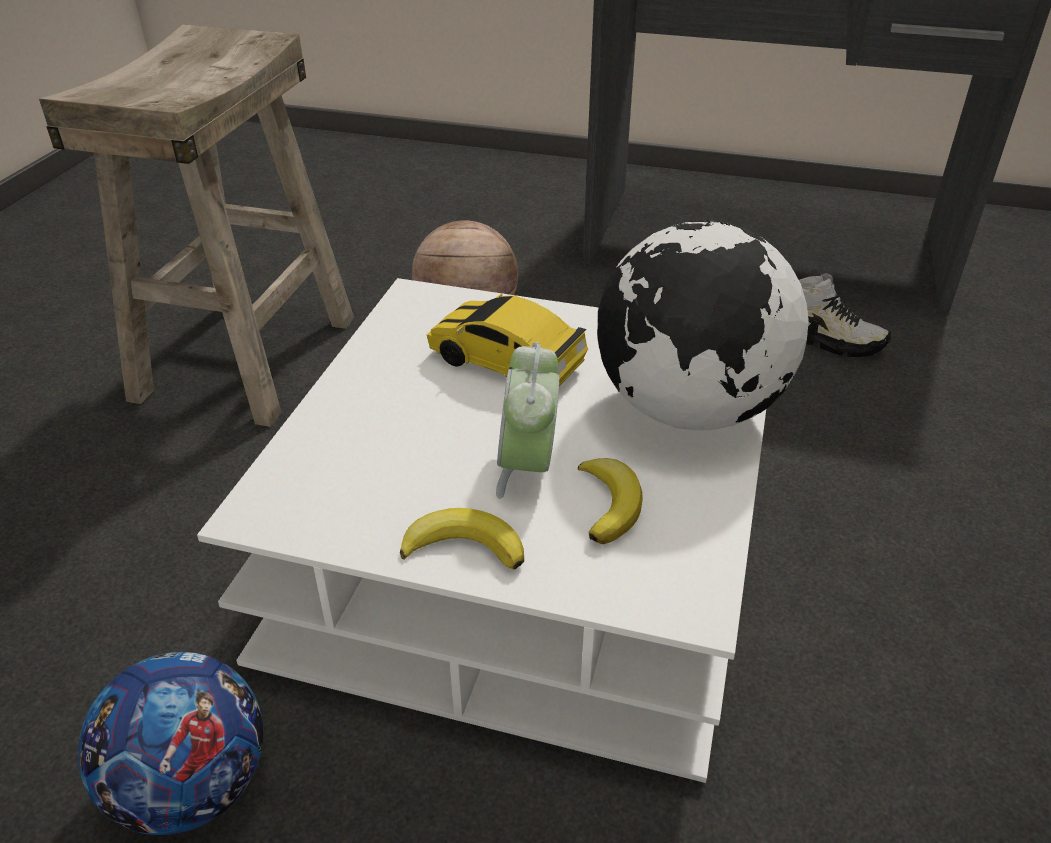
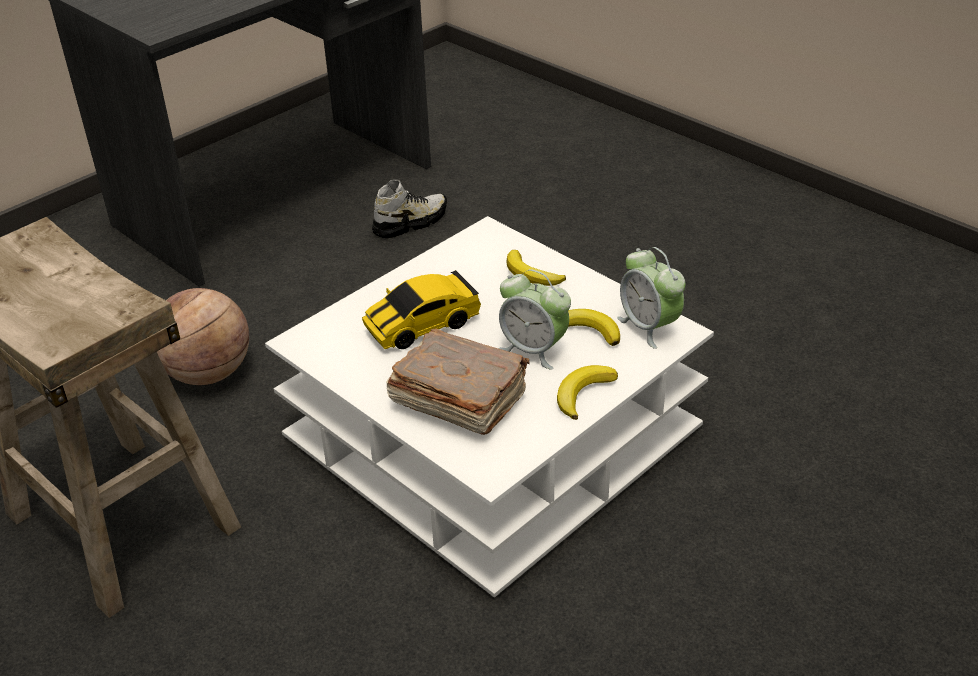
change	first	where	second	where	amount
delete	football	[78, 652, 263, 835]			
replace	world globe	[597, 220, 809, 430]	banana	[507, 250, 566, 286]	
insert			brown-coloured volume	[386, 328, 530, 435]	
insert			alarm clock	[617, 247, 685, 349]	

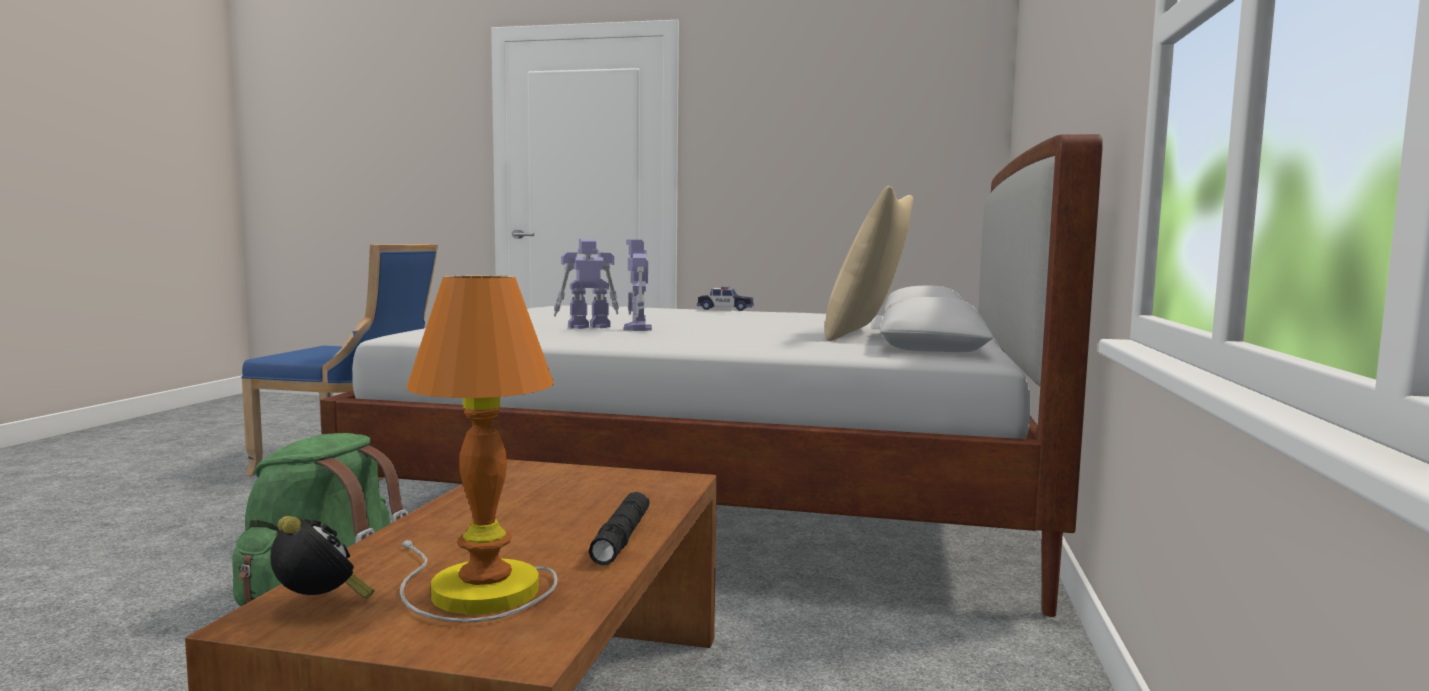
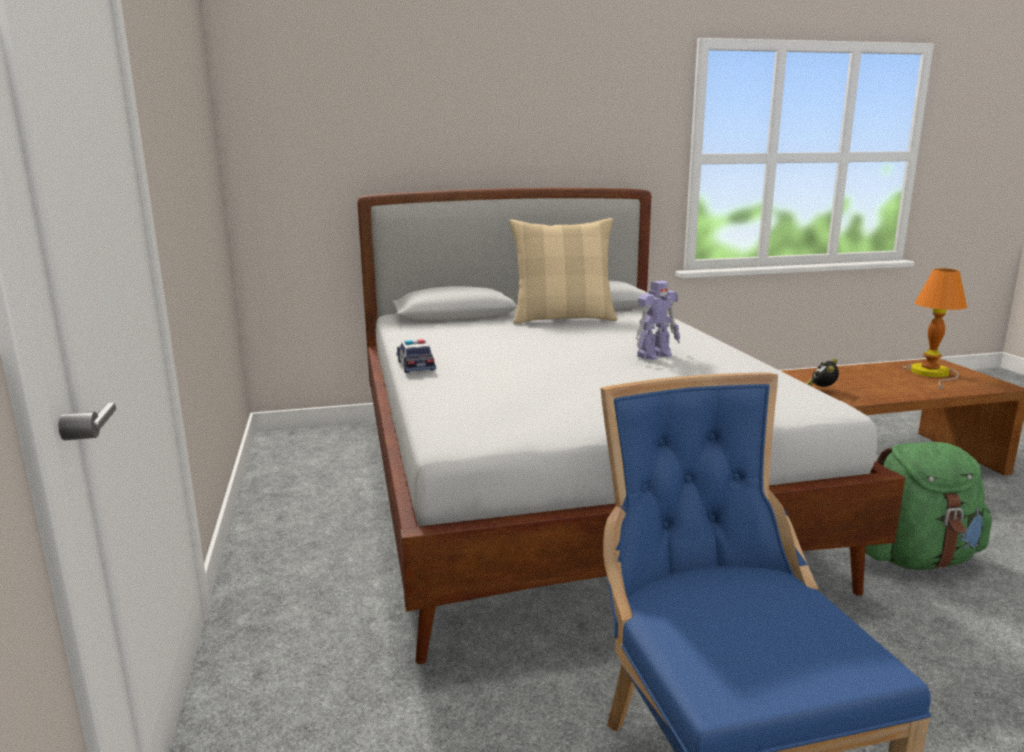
change	first	where	second	where	amount
move	alarm clock	[270, 516, 375, 599]		[806, 359, 839, 387]	
delete	robot figure	[554, 239, 619, 329]			
delete	black flashlight	[589, 492, 650, 565]			

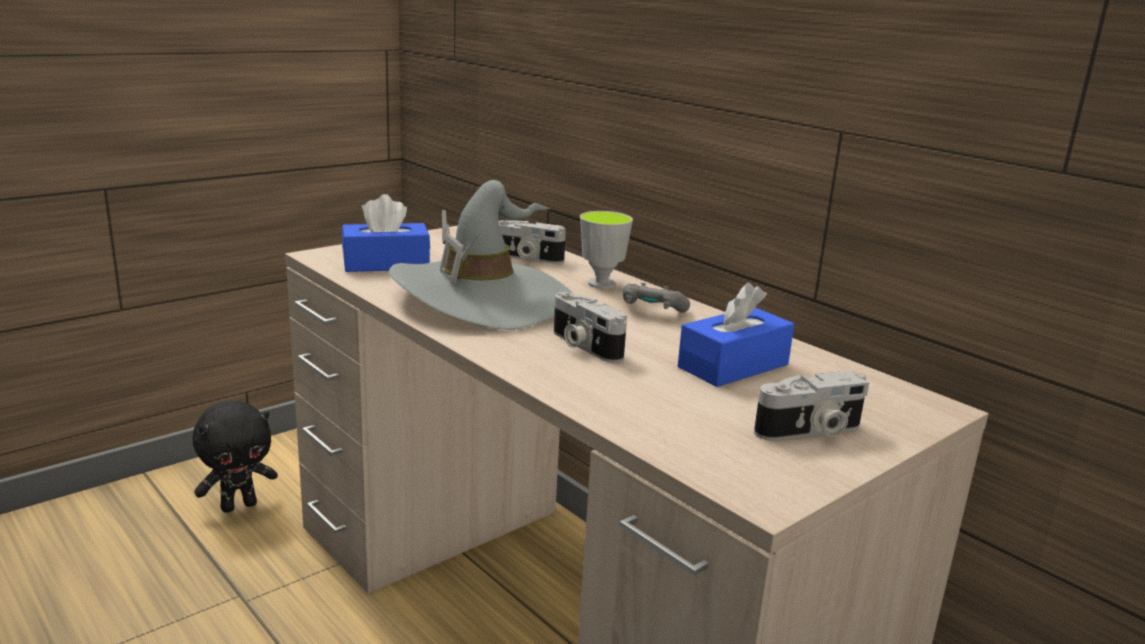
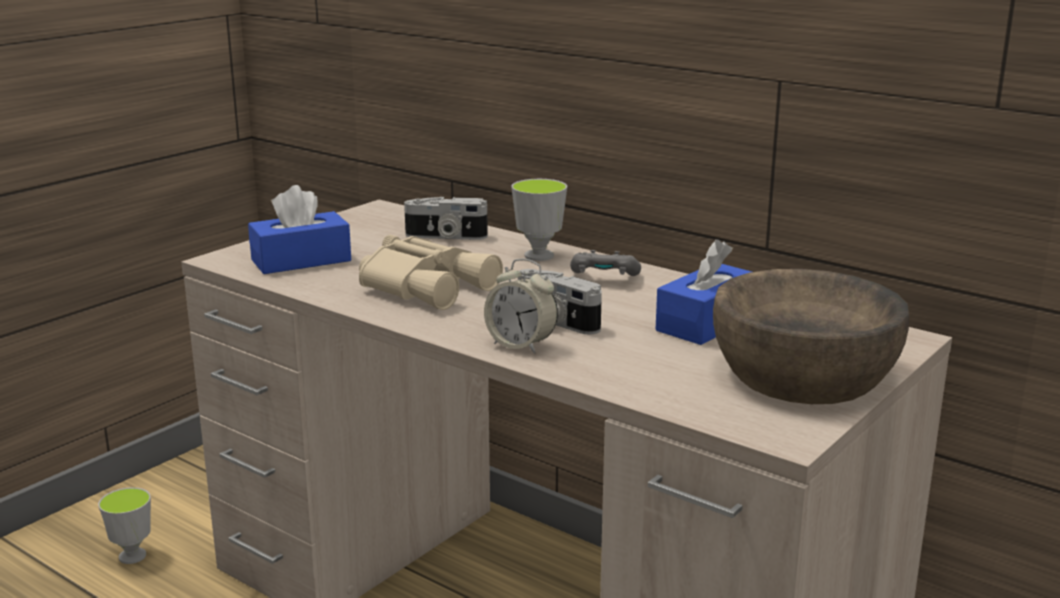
change	first	where	second	where	amount
replace	black plush toy	[193, 401, 278, 513]	small cup	[98, 487, 151, 564]	
replace	greyish hat	[389, 180, 573, 330]	beige pair of binoculars	[359, 235, 503, 310]	
replace	photo camera	[754, 371, 869, 441]	brown-coloured bowl	[713, 269, 909, 404]	
insert			alarm clock	[484, 259, 558, 354]	

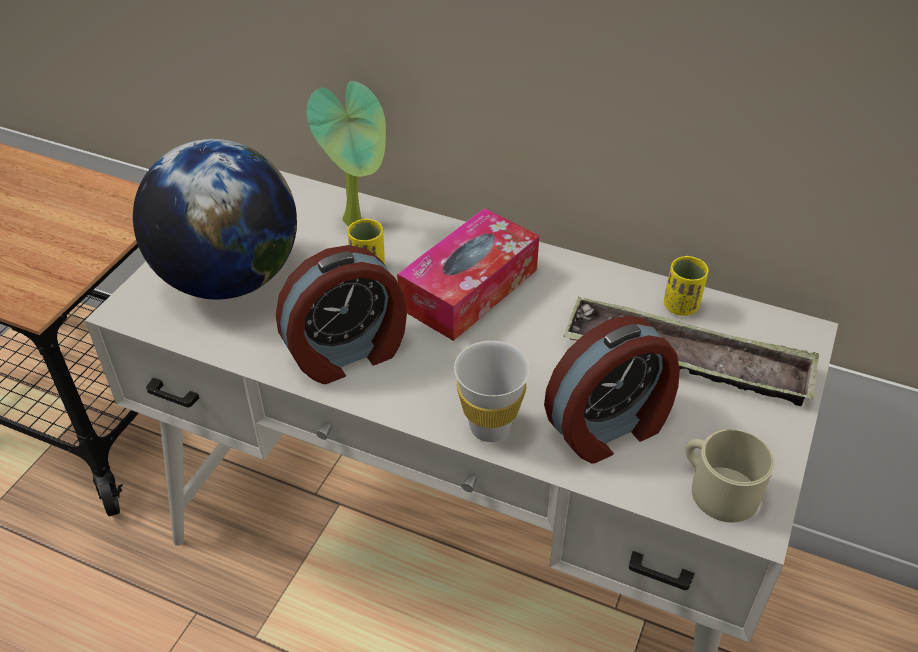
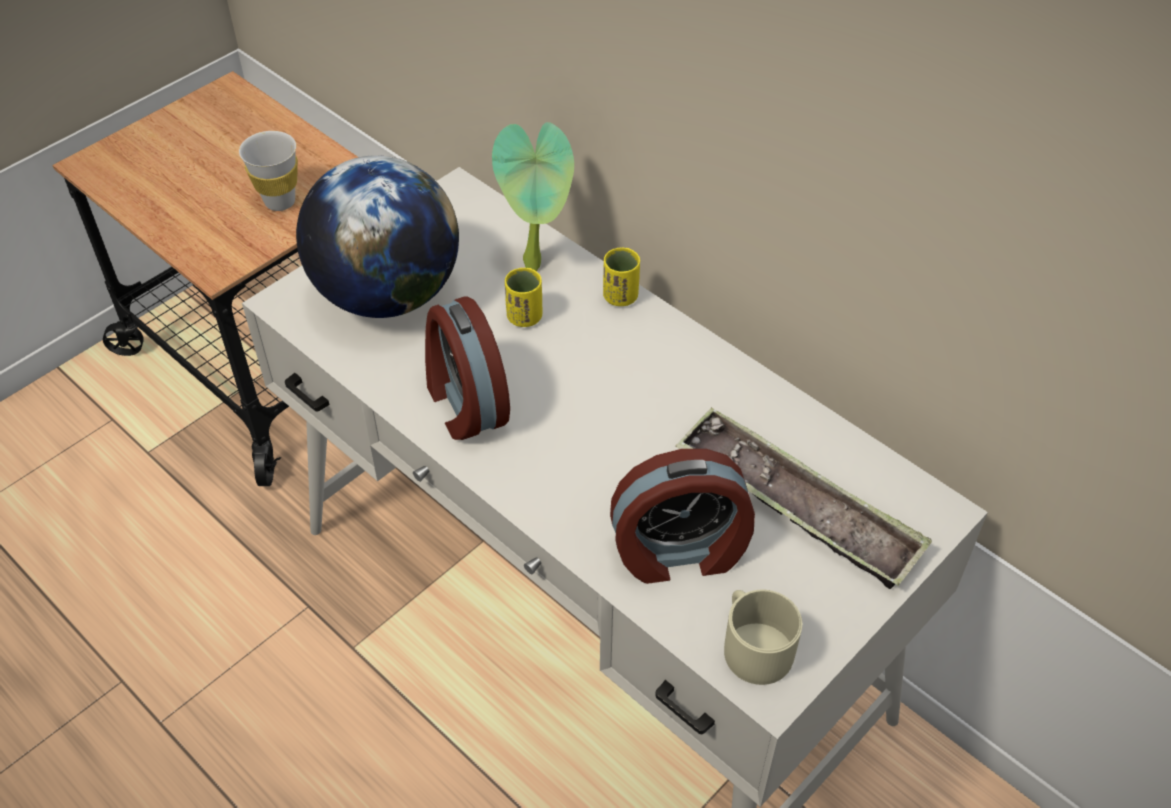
change	first	where	second	where	amount
rotate	alarm clock	[276, 245, 407, 384]		[425, 296, 510, 440]	75 degrees clockwise
delete	tissue holder	[397, 208, 539, 341]			
move	whitish small cup	[454, 341, 530, 442]		[239, 131, 298, 211]	
move	yellow-coloured small cup	[664, 256, 708, 316]		[603, 248, 640, 306]	

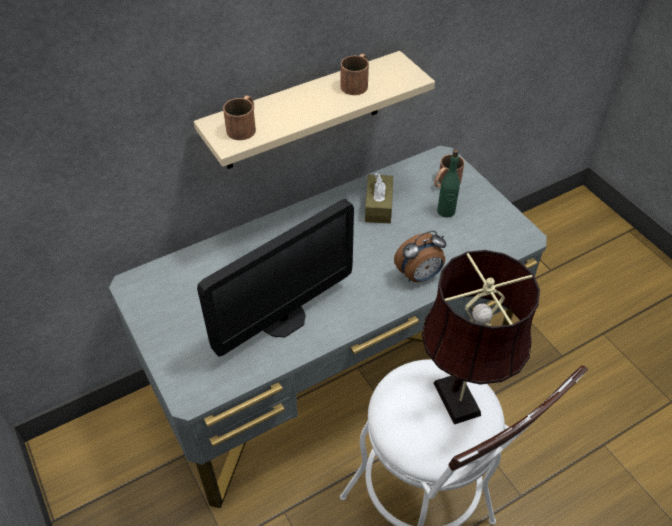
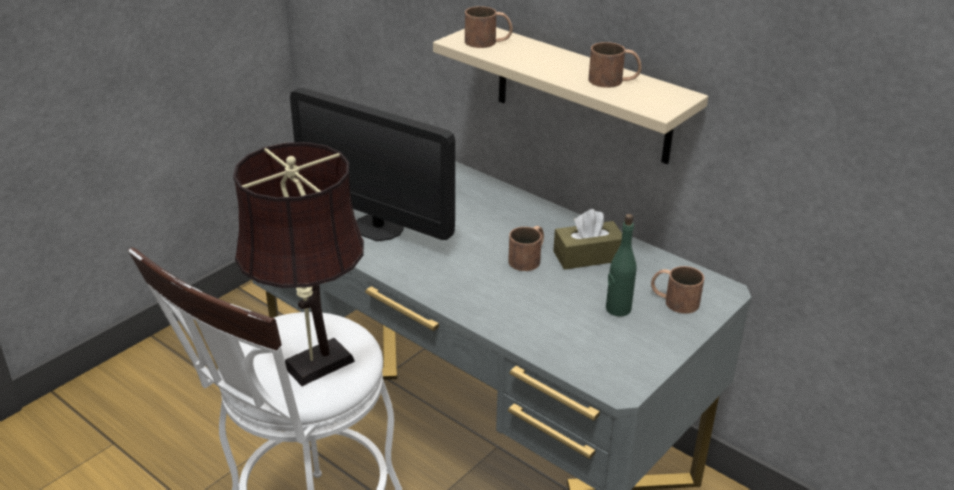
change	first	where	second	where	amount
delete	alarm clock	[394, 231, 446, 282]			
insert			brown-coloured mug	[508, 226, 544, 271]	

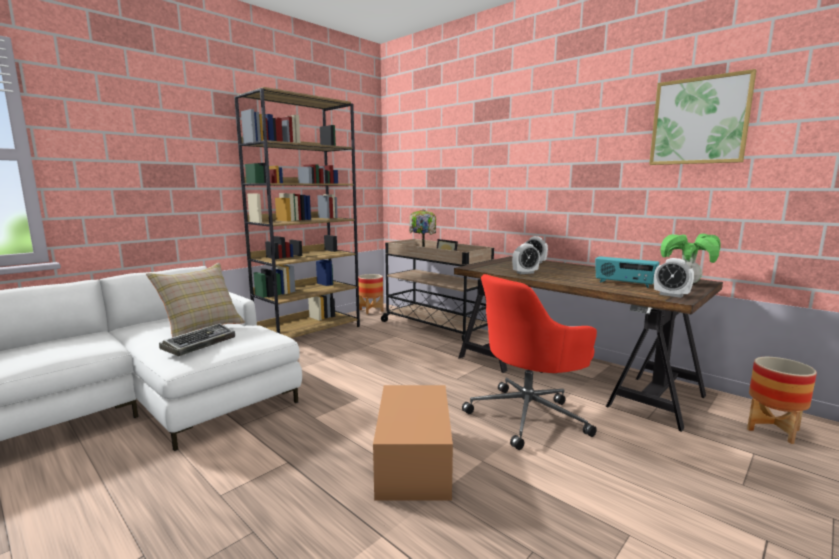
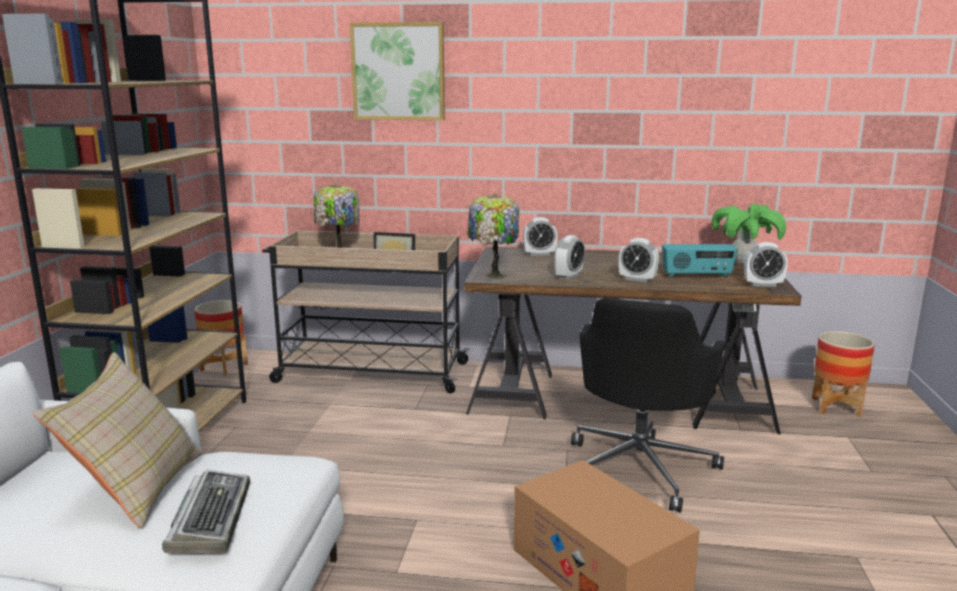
change	first	where	second	where	amount
recolor	red office chair	[462, 274, 597, 450]	black office chair	[571, 297, 727, 513]	
move	picture	[649, 69, 757, 165]		[349, 22, 445, 120]	
insert			table lamp	[467, 194, 519, 279]	
insert			alarm clock	[619, 238, 659, 283]	

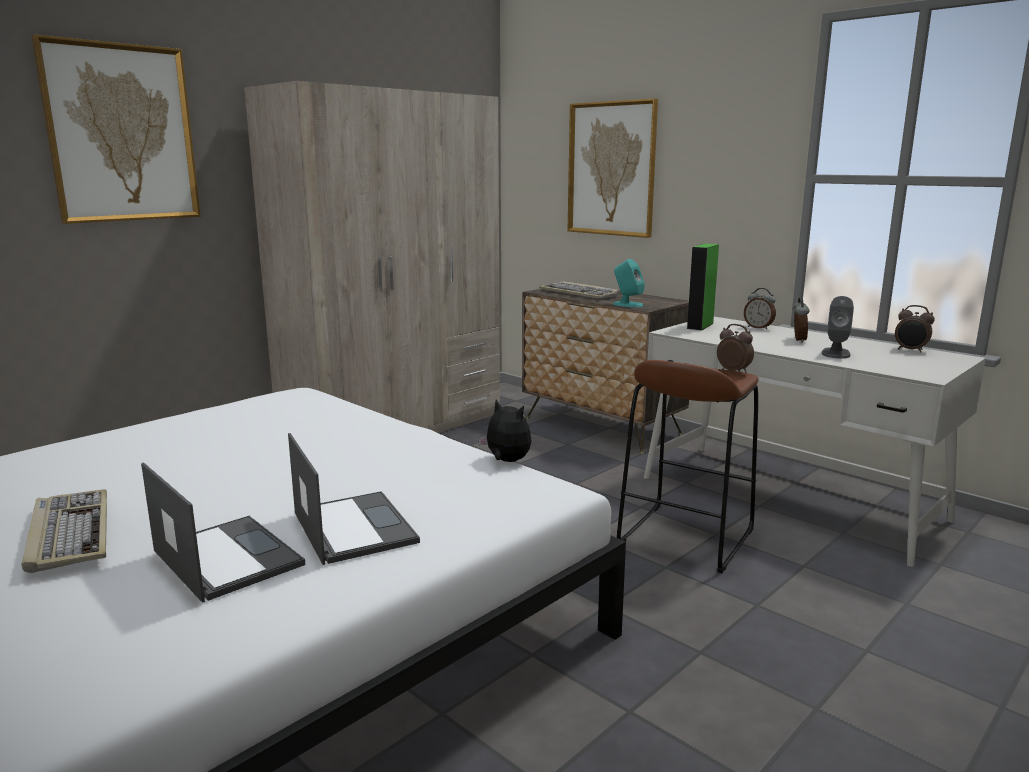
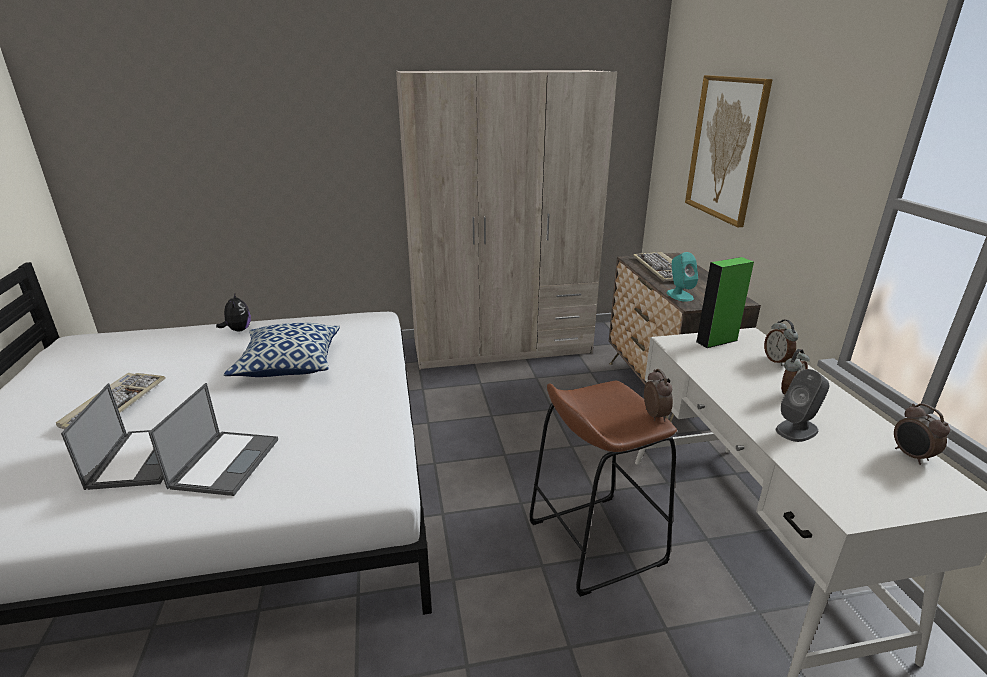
change	first	where	second	where	amount
delete	picture	[31, 34, 201, 224]			
move	plush toy	[478, 400, 531, 462]		[216, 293, 251, 332]	
insert			cushion	[224, 323, 340, 377]	

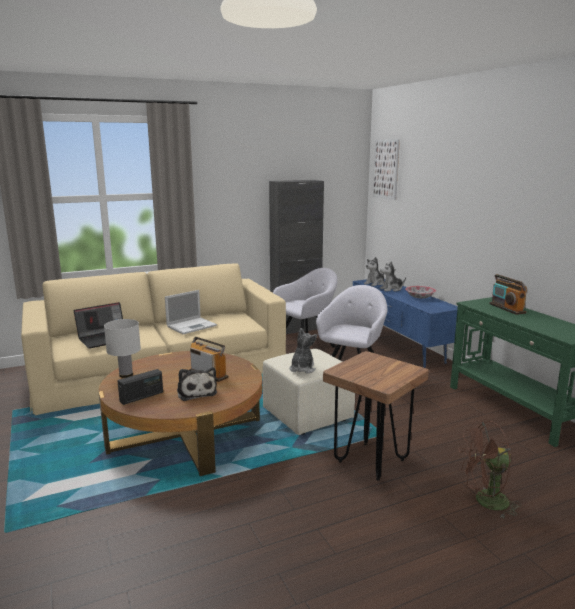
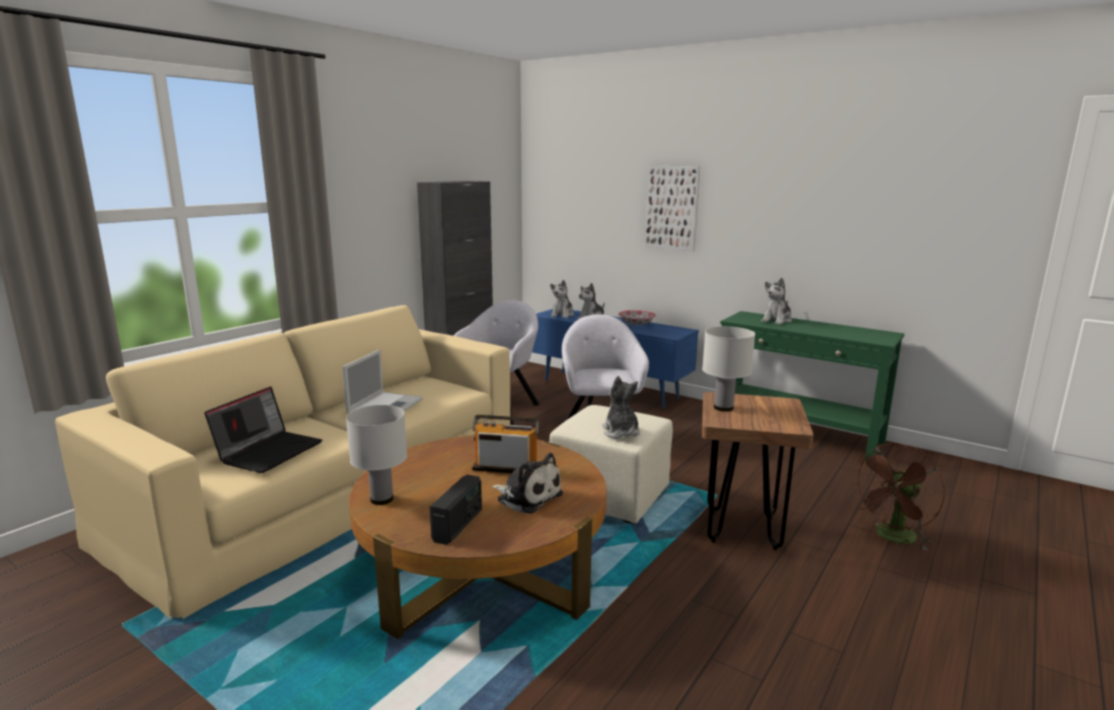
change	first	where	second	where	amount
move	picture	[373, 139, 400, 200]		[645, 166, 700, 252]	
replace	radio receiver	[489, 274, 527, 315]	plush toy	[761, 278, 792, 325]	
insert			whitish table lamp	[702, 326, 755, 412]	

